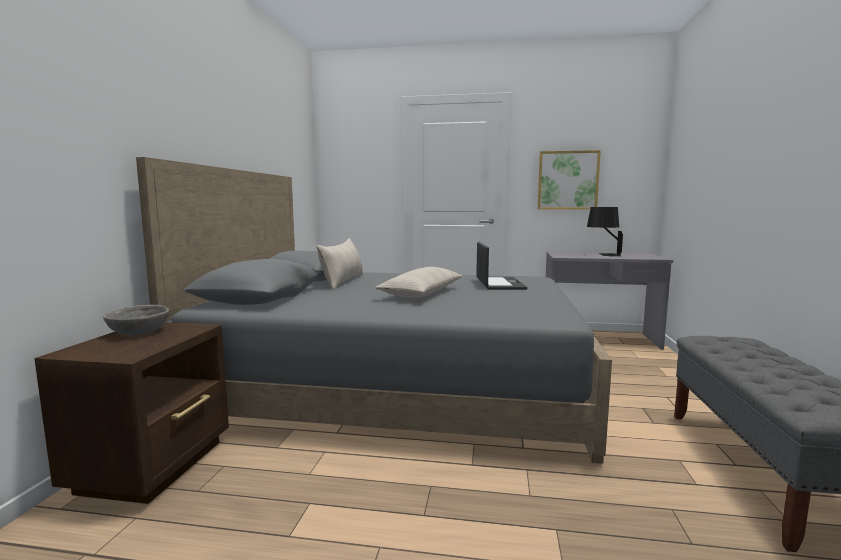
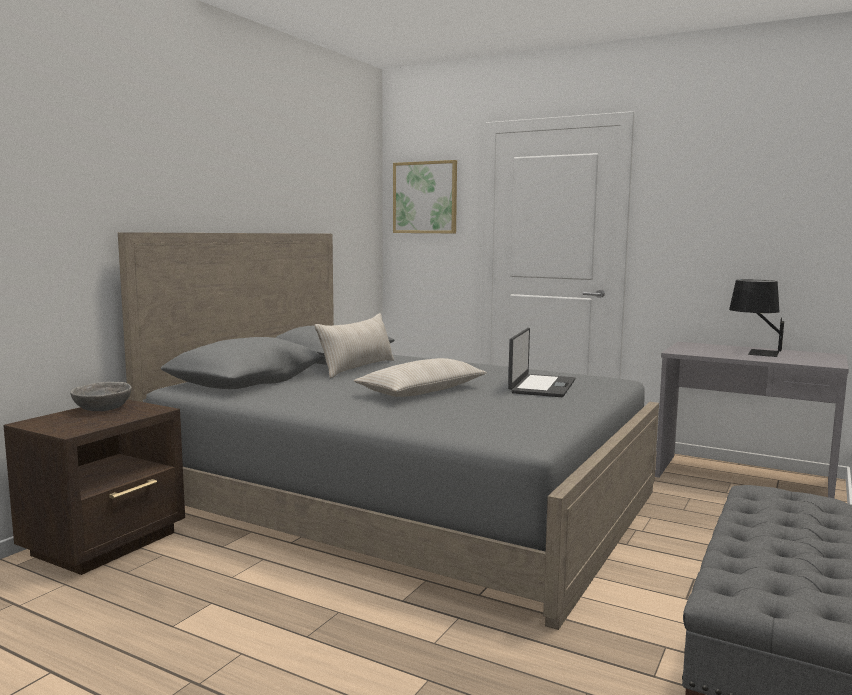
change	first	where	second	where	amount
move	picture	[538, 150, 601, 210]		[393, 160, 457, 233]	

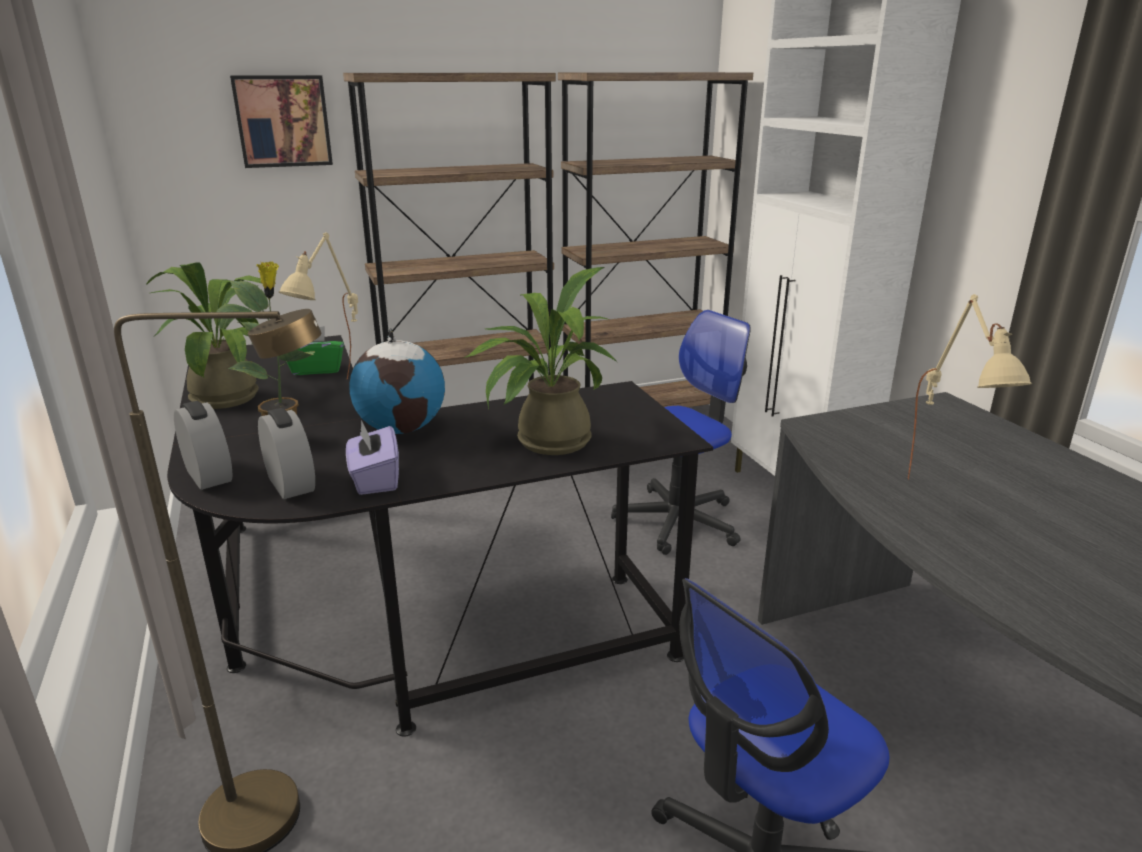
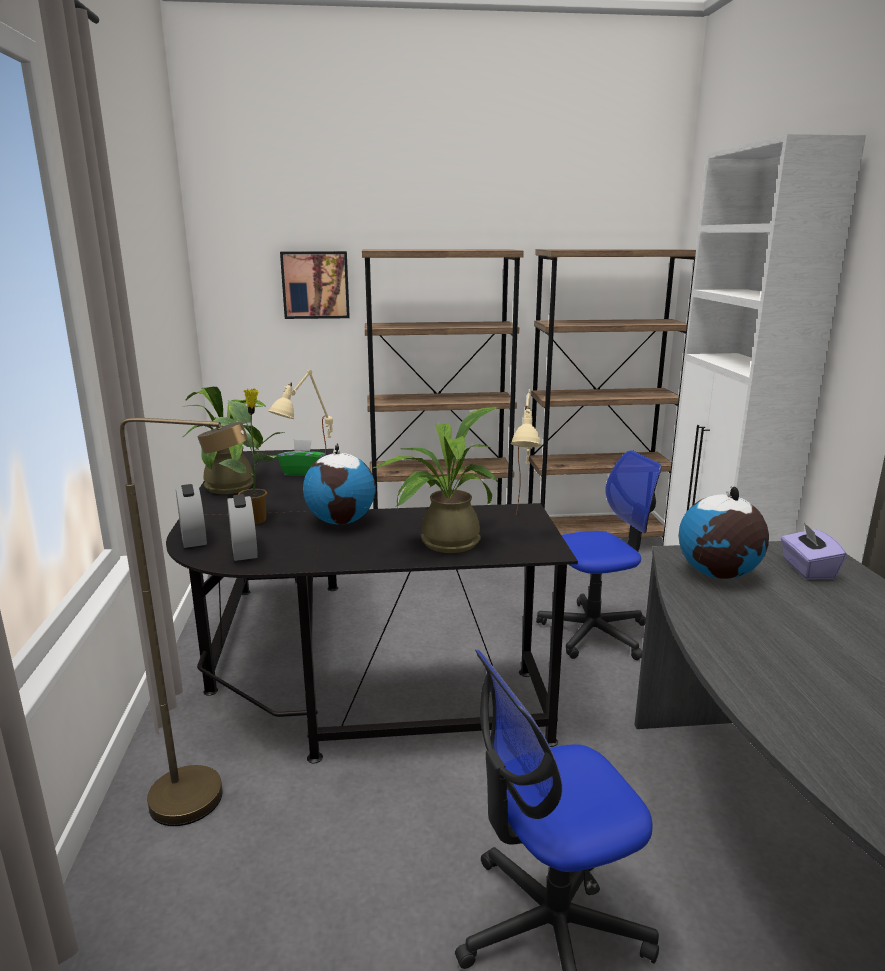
change	first	where	second	where	amount
move	purple tissue holder	[346, 420, 399, 495]		[781, 523, 847, 579]	
move	beige table lamp	[908, 294, 1032, 480]		[511, 389, 541, 515]	
insert			world globe	[679, 486, 769, 579]	

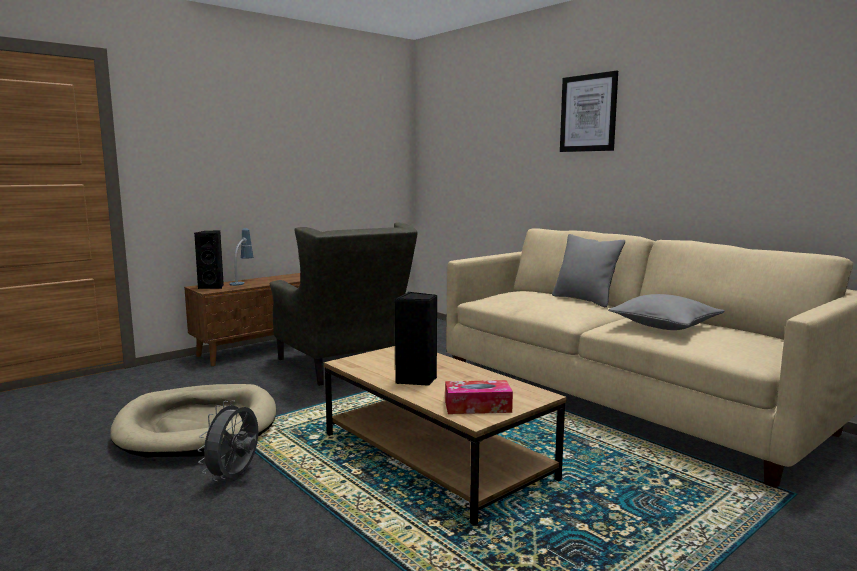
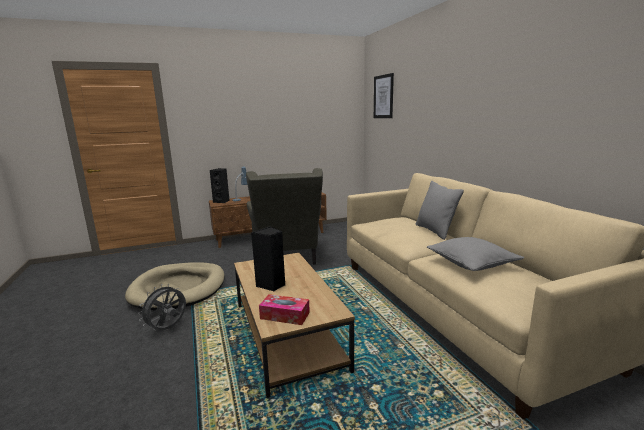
change	first	where	second	where	amount
move	picture	[560, 70, 618, 152]		[374, 73, 394, 118]	

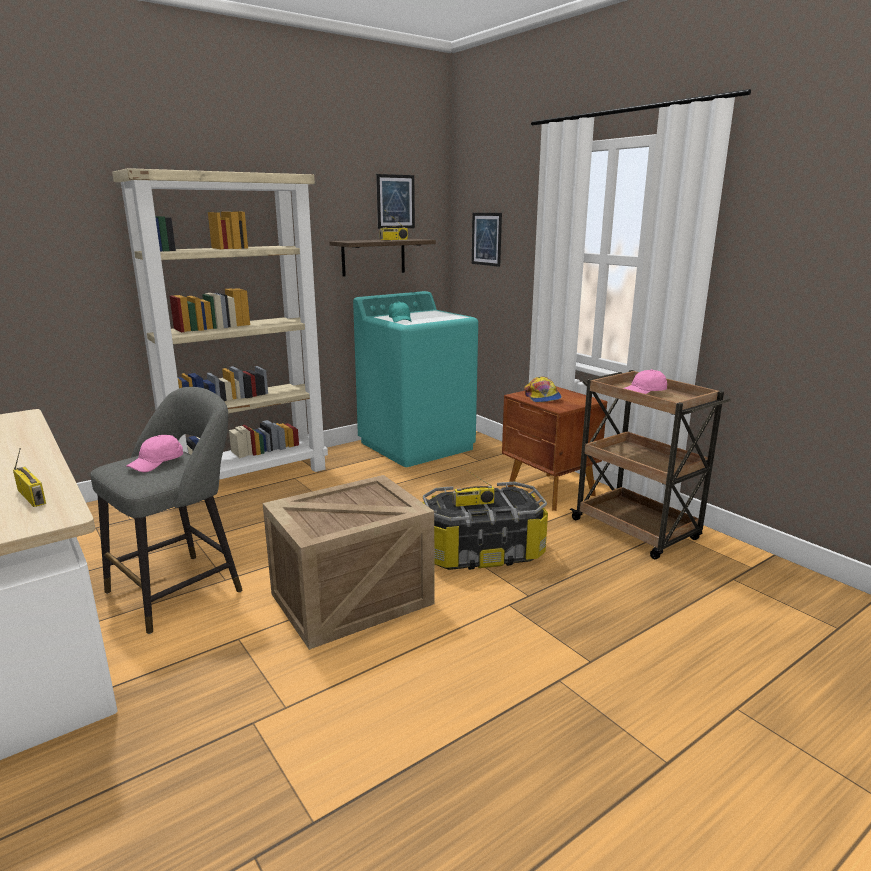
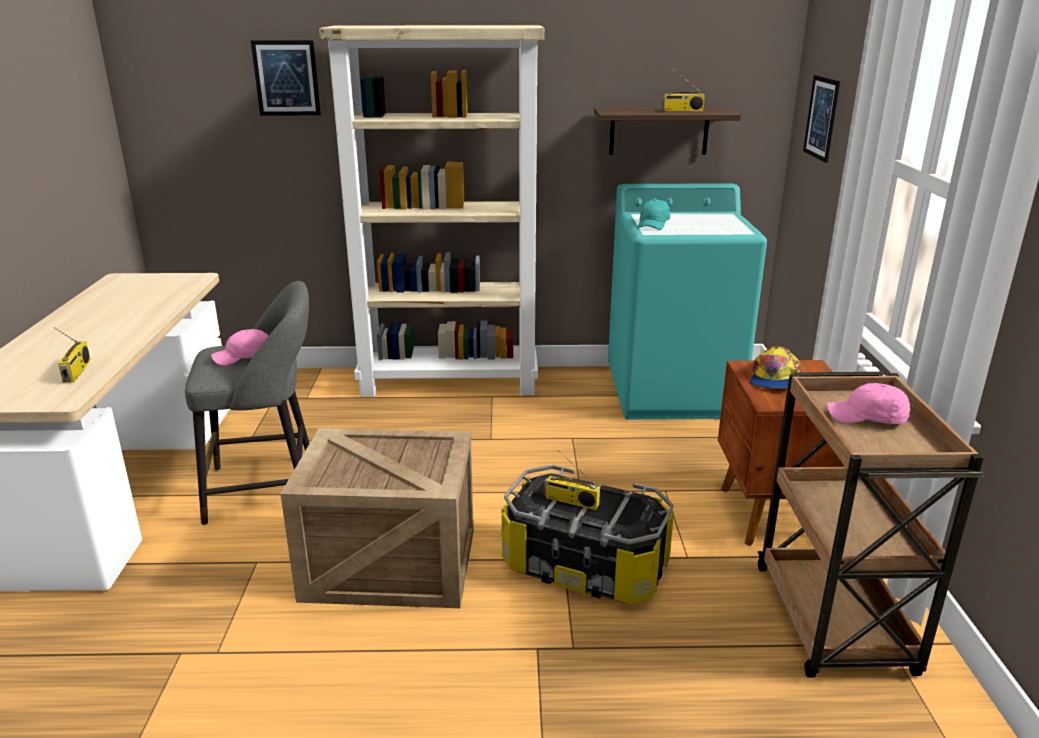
change	first	where	second	where	amount
move	picture	[376, 174, 415, 229]		[251, 40, 321, 115]	

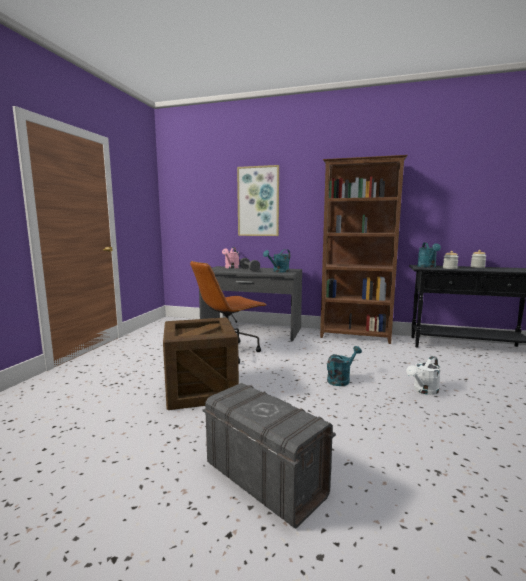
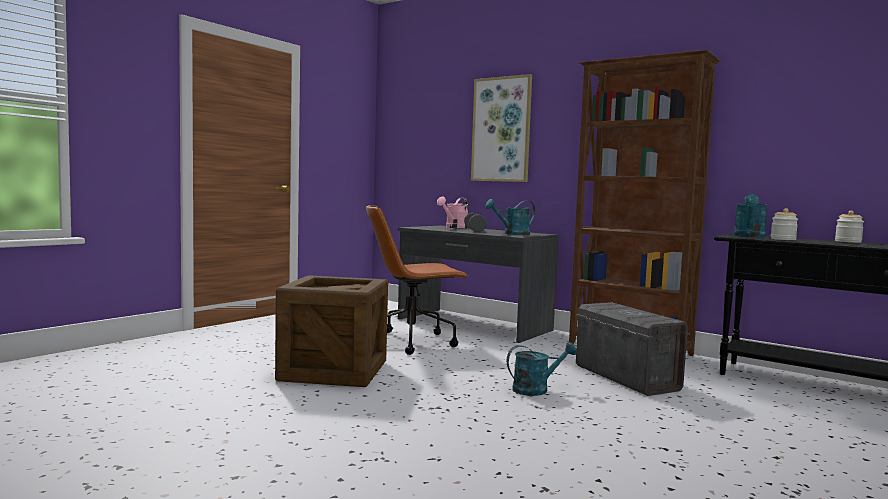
change	first	where	second	where	amount
move	greyish storage bin	[203, 383, 336, 529]		[576, 302, 690, 396]	
delete	whitish watering pot	[406, 356, 441, 395]			

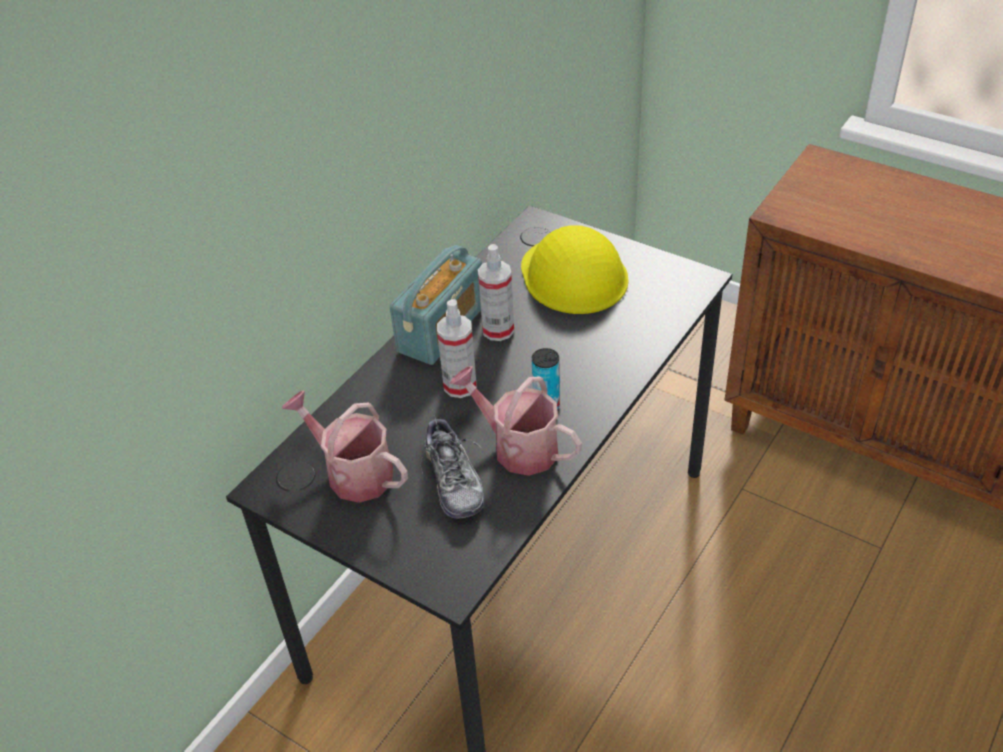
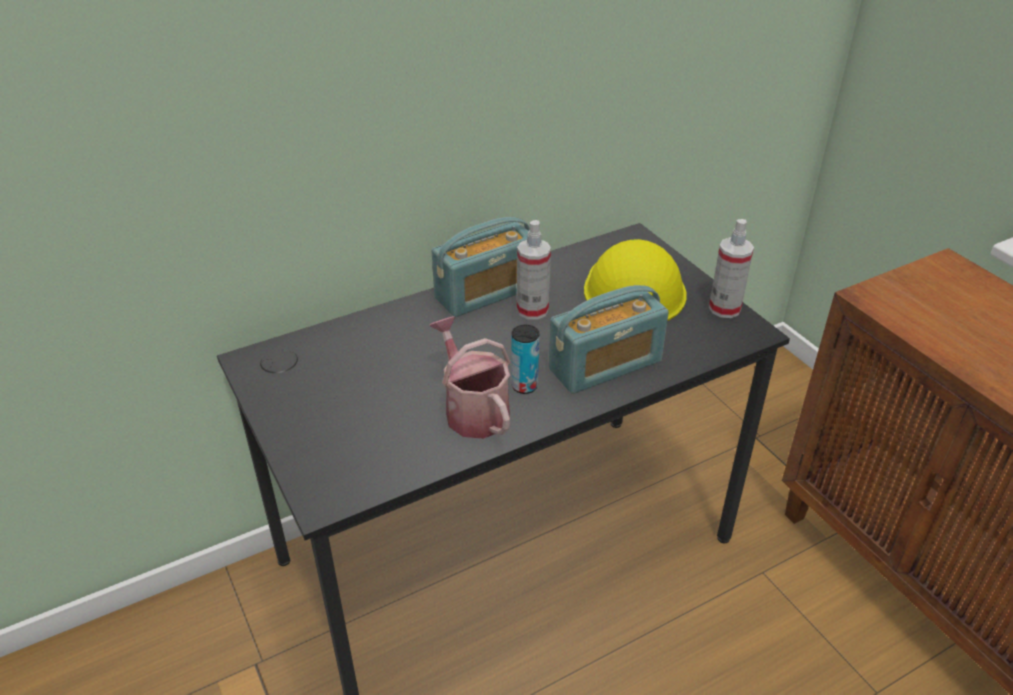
change	first	where	second	where	amount
delete	watering pot	[282, 391, 408, 503]			
delete	shoe	[420, 415, 484, 519]			
move	spray bottle	[437, 299, 477, 398]		[709, 219, 754, 318]	
insert			radio receiver	[549, 285, 669, 394]	

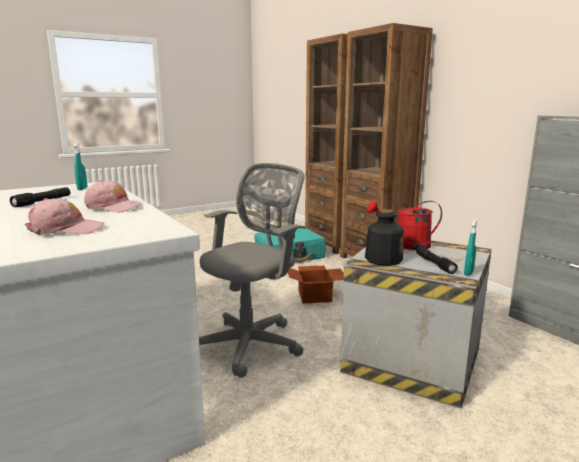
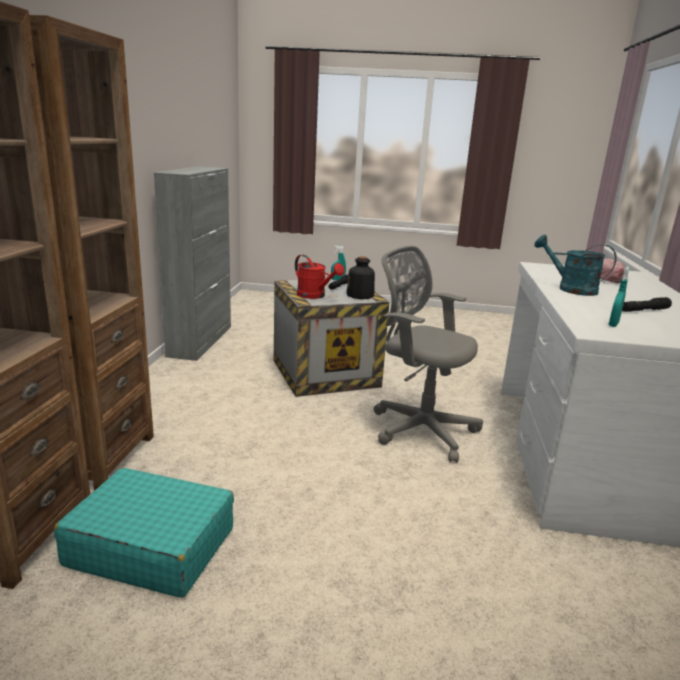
change	first	where	second	where	amount
replace	pink baseball cap	[84, 180, 143, 212]	turquoise-coloured watering pot	[534, 235, 617, 296]	
rotate	greyish office chair	[199, 163, 306, 378]		[374, 246, 483, 463]	45 degrees clockwise
delete	cardboard box	[288, 265, 344, 303]			

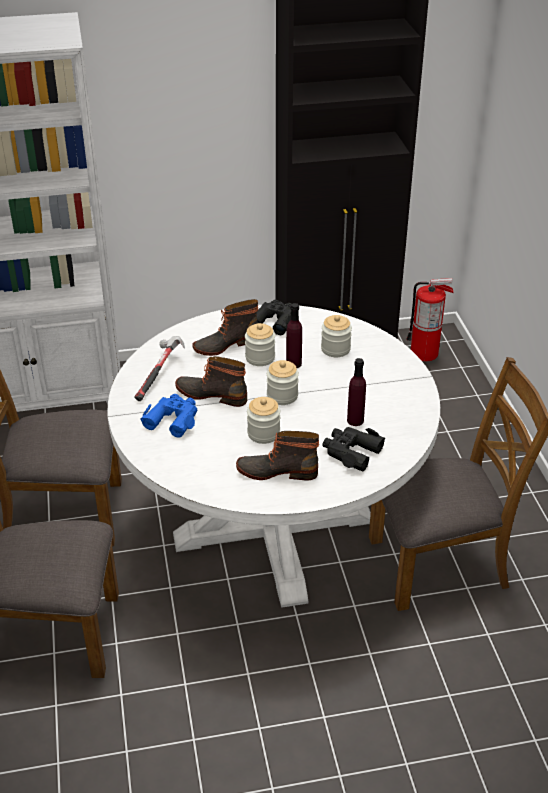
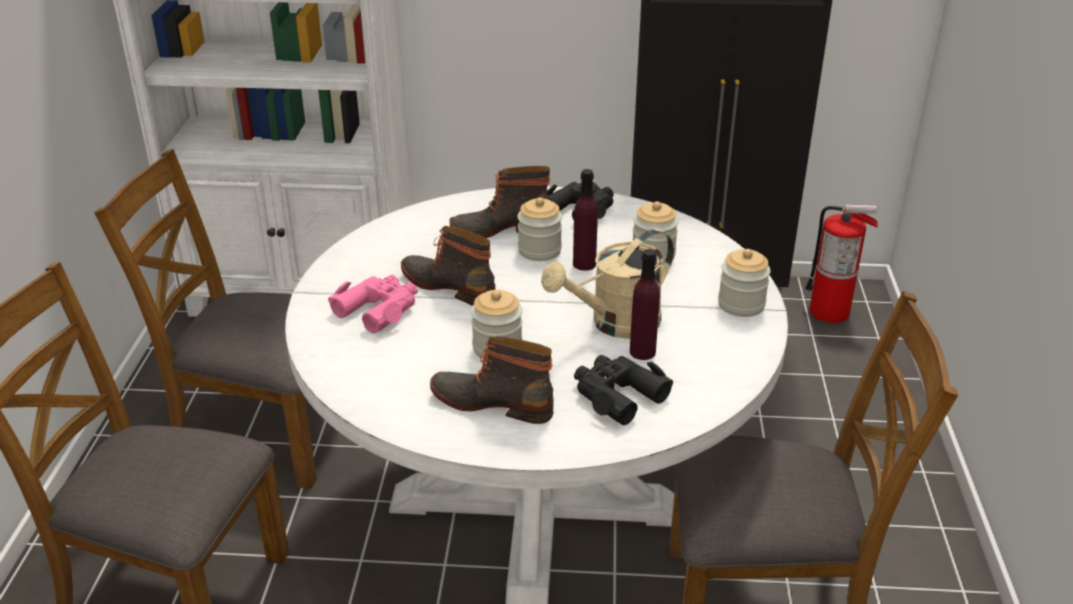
change	first	where	second	where	amount
delete	tool hammer	[135, 336, 185, 401]			
recolor	blue pair of binoculars	[141, 394, 197, 438]	pink pair of binoculars	[328, 274, 417, 334]	
move	jar	[267, 360, 299, 405]		[718, 249, 771, 317]	
insert			beige watering pot	[541, 229, 674, 339]	

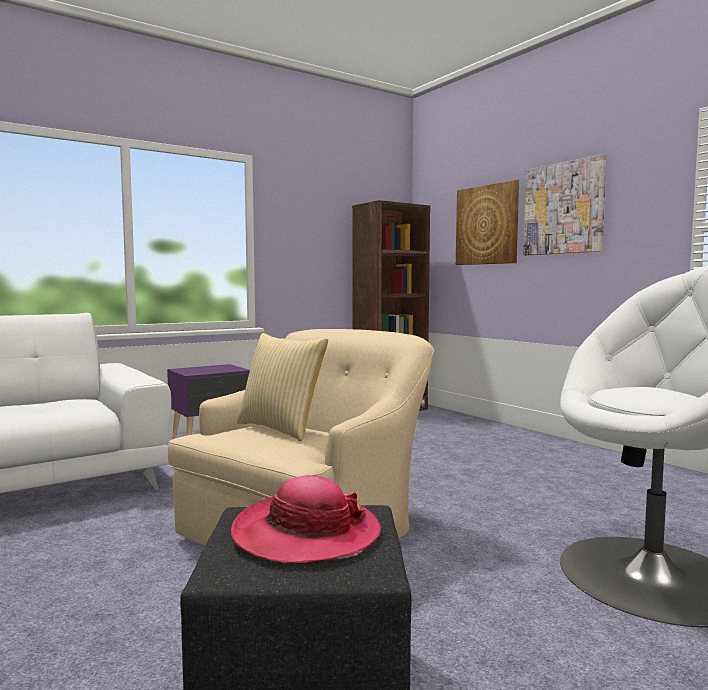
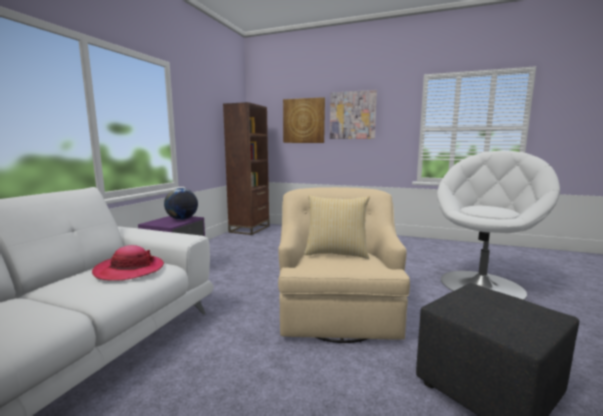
change	first	where	second	where	amount
move	hat	[231, 475, 381, 563]		[92, 245, 164, 281]	
insert			world globe	[164, 188, 198, 220]	

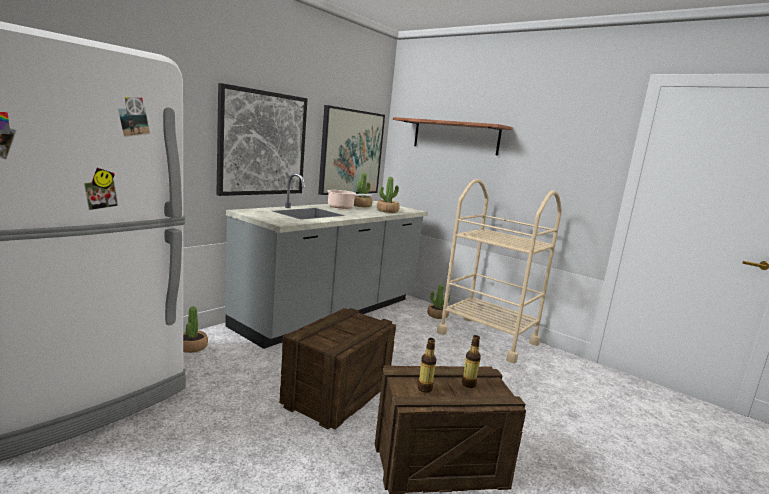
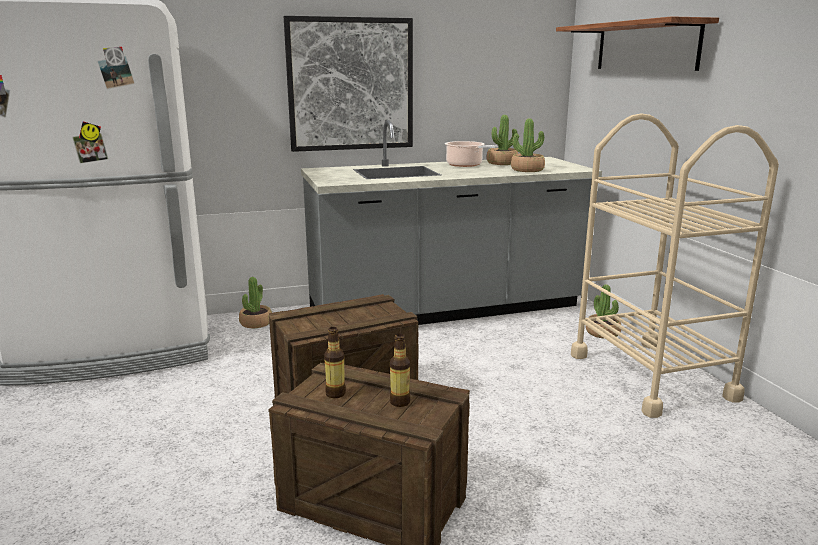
change	first	where	second	where	amount
delete	picture	[318, 105, 385, 195]			

